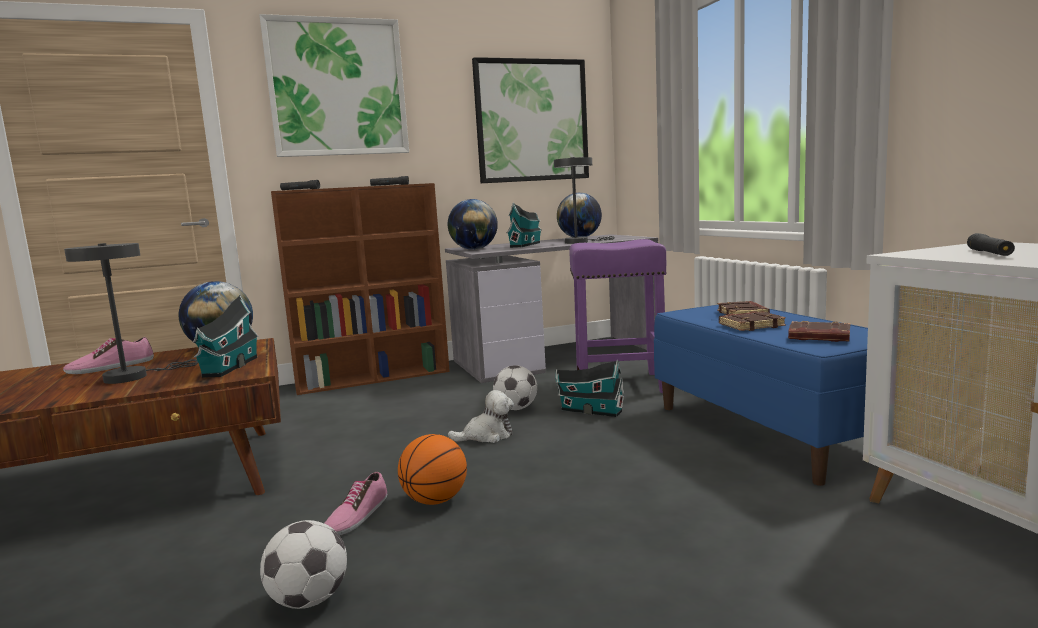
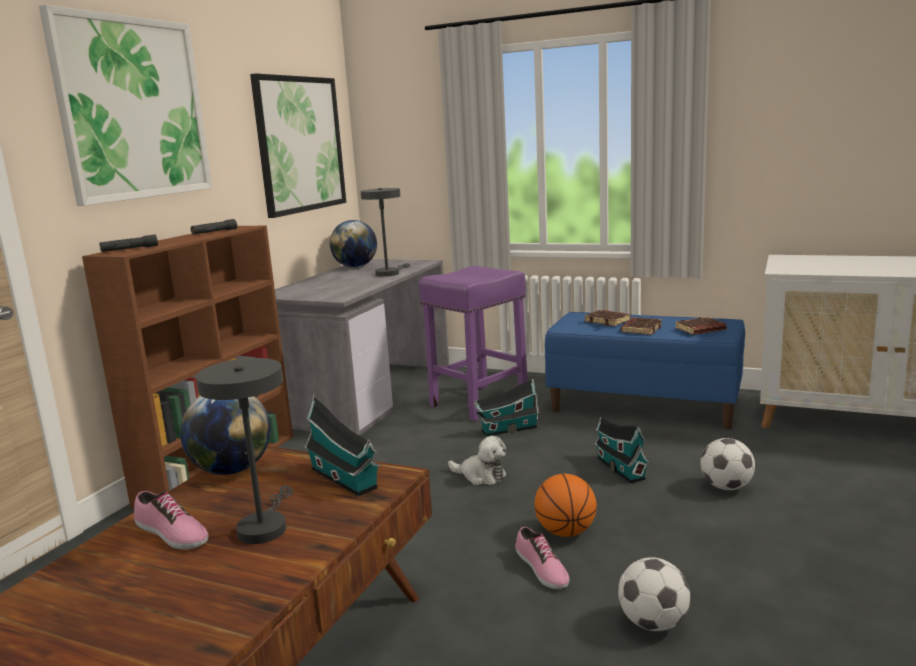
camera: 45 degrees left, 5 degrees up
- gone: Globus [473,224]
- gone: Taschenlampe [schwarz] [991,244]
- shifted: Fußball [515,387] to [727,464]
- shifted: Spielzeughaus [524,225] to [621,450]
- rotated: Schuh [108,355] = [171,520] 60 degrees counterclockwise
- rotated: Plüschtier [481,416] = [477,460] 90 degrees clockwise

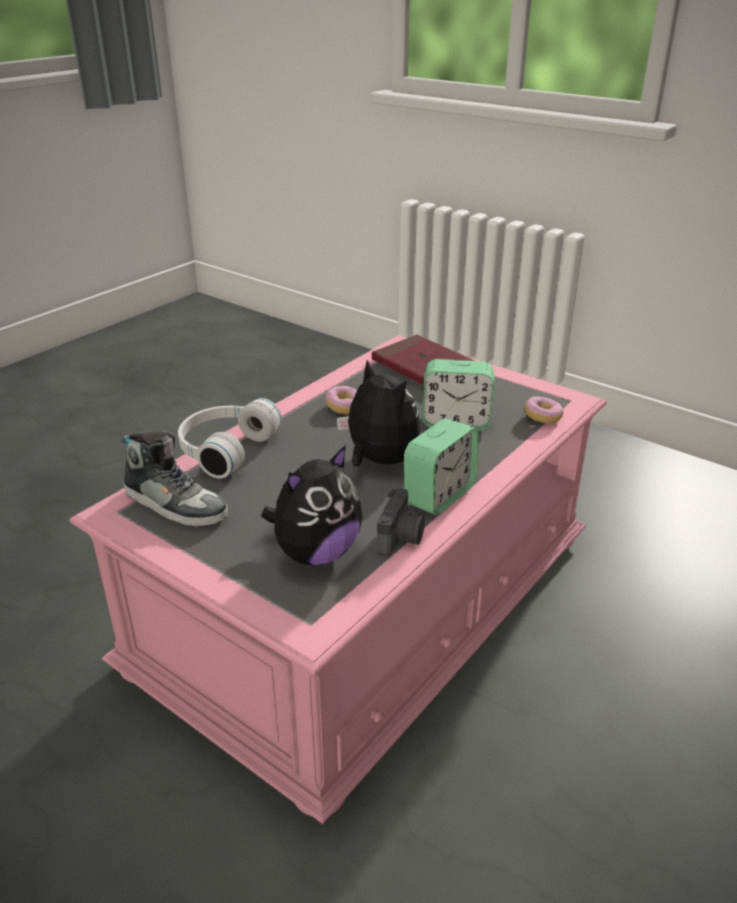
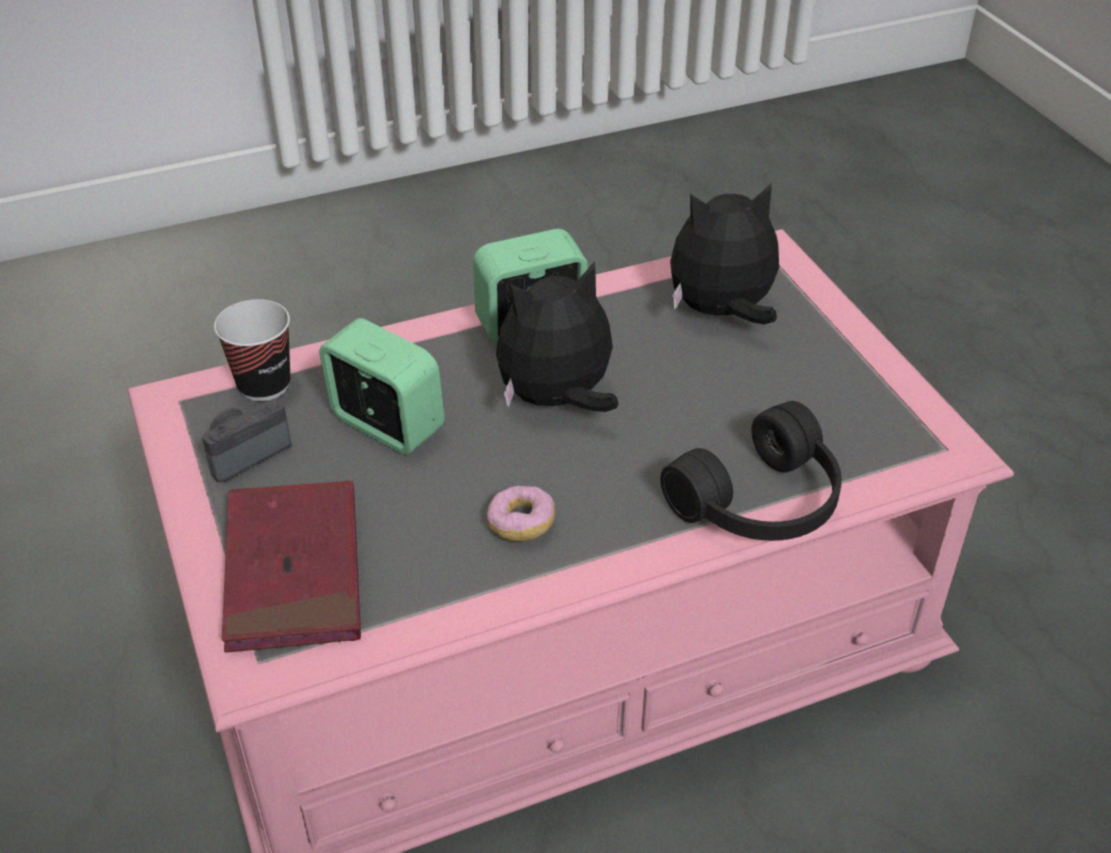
camera: 150 degrees left, 10 degrees up
- gone: Schuh [174,478]
- shifted: Kamera [401,522] to [246,440]
- swapped: Donut [544,410] to Tasse [252,350]
- repainted: Kopfhörer [weiß] [230,438] to Kopfhörer [schwarz] [751,471]
- rotated: Plüschtier [378,413] = [557,336] 75 degrees clockwise

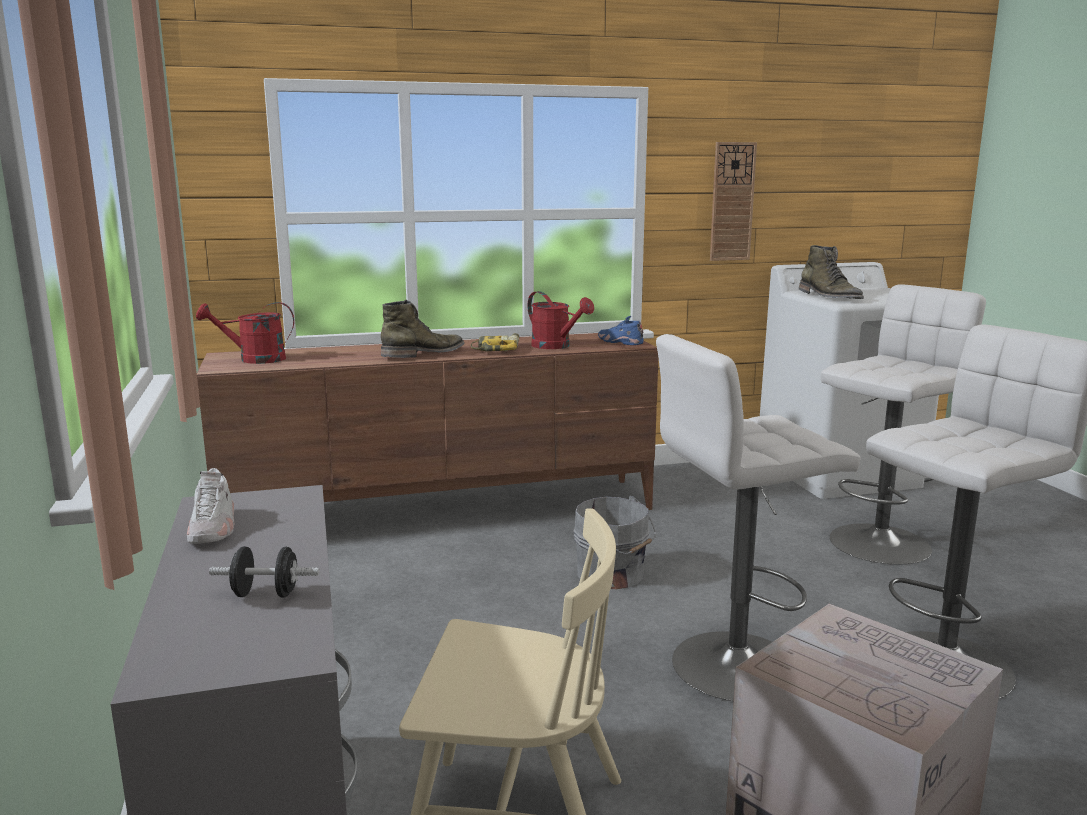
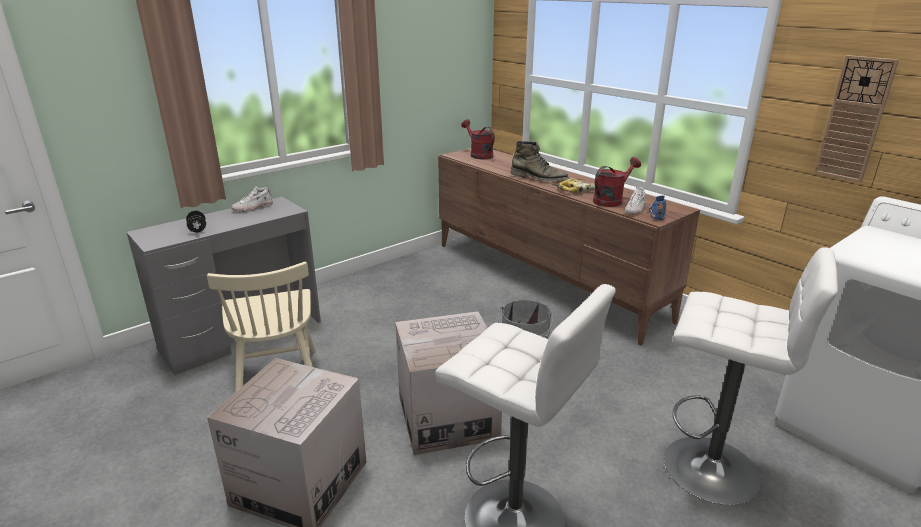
camera: 65 degrees right, 10 degrees up
- gone: Stiefel [grün] [831,272]
- new: Schuh [weiß] [635,200]
- swapped: Hocker [weiß] [758,517] to Karton [448,383]
- rotated: Gießkanne [rot] [560,320] = [617,182] 150 degrees counterclockwise

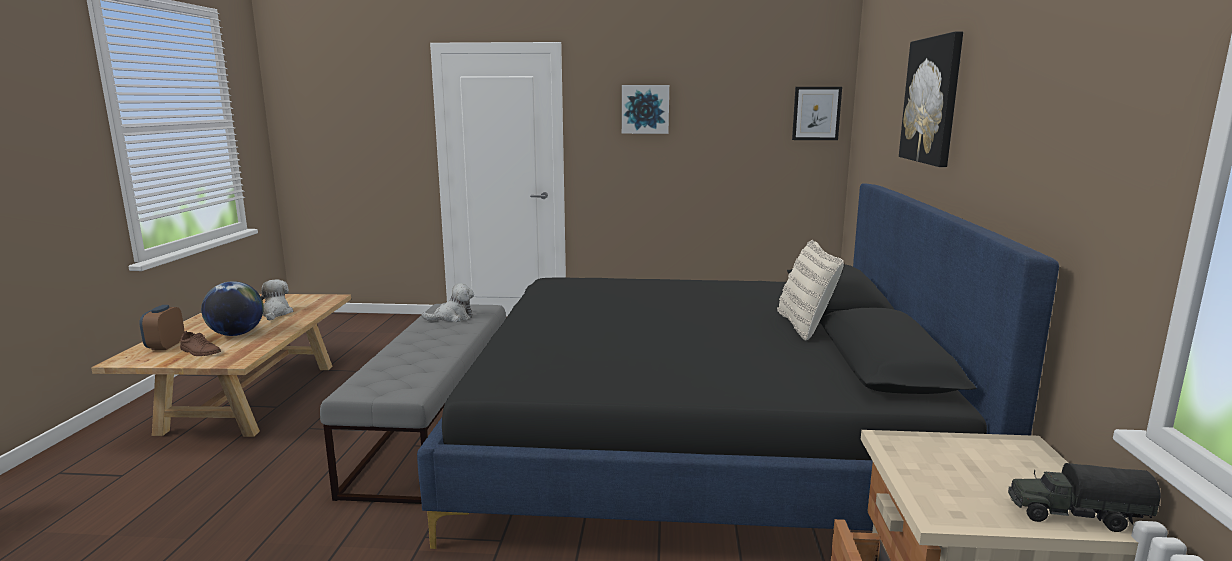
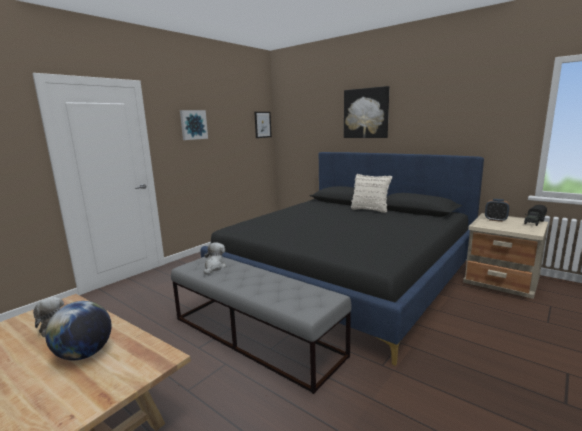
camera: 55 degrees left, 0 degrees up
- gone: Schuh [braun] [200,343]
- shifted: Wecker [162,327] to [497,210]

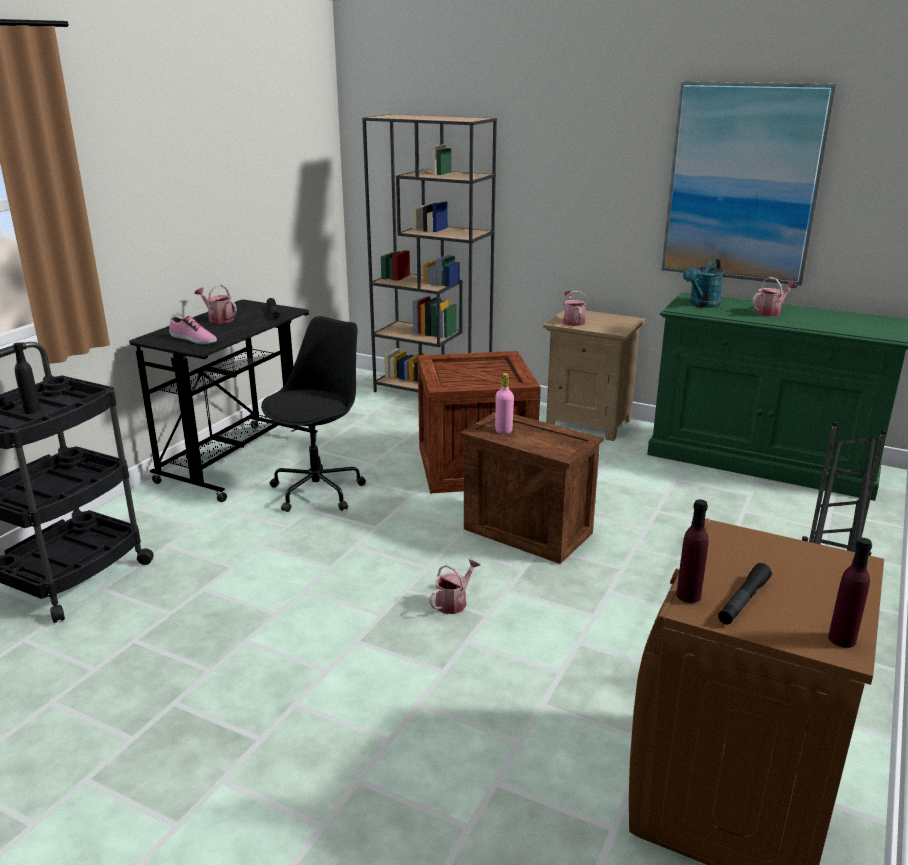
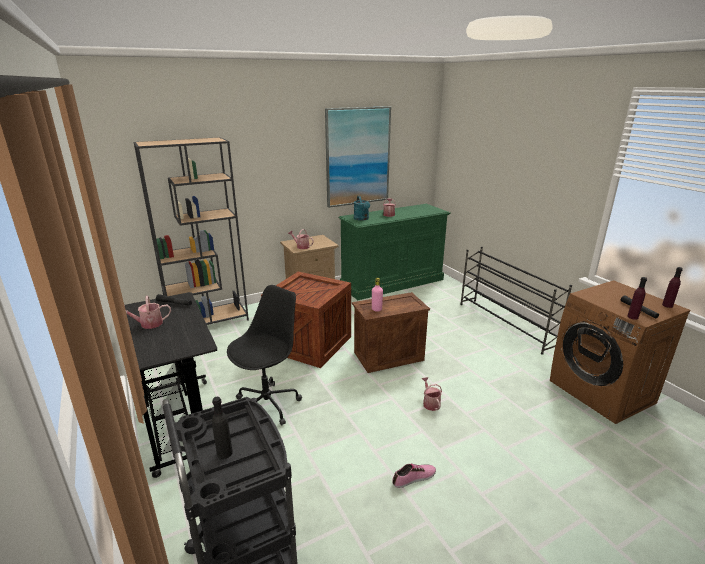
camera: 55 degrees left, 0 degrees up
- shifted: Schuh [193,330] to [414,476]
- rotated: Bürostuhl [schwarz] [313,414] = [264,355] 60 degrees clockwise

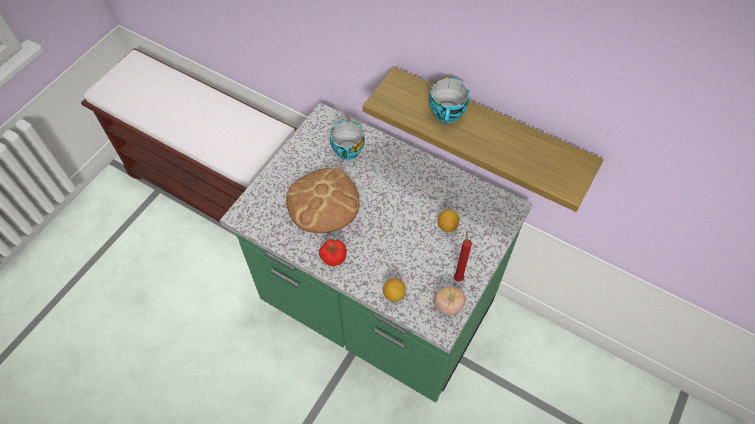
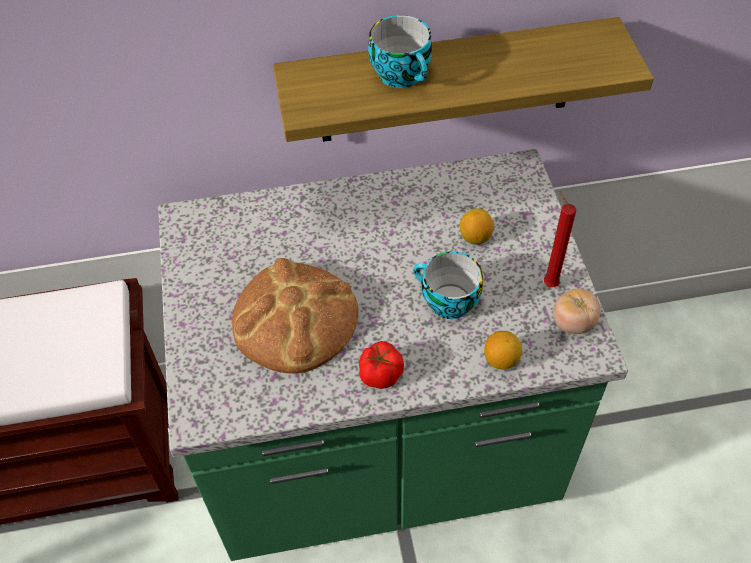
camera: 40 degrees left, 5 degrees down
- shifted: Tasse [347,140] to [448,285]

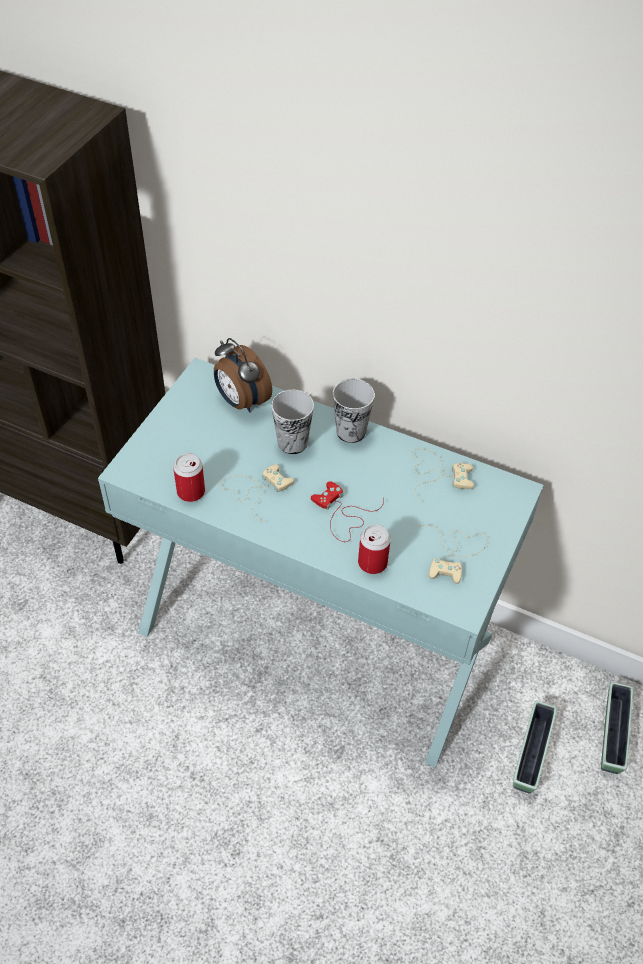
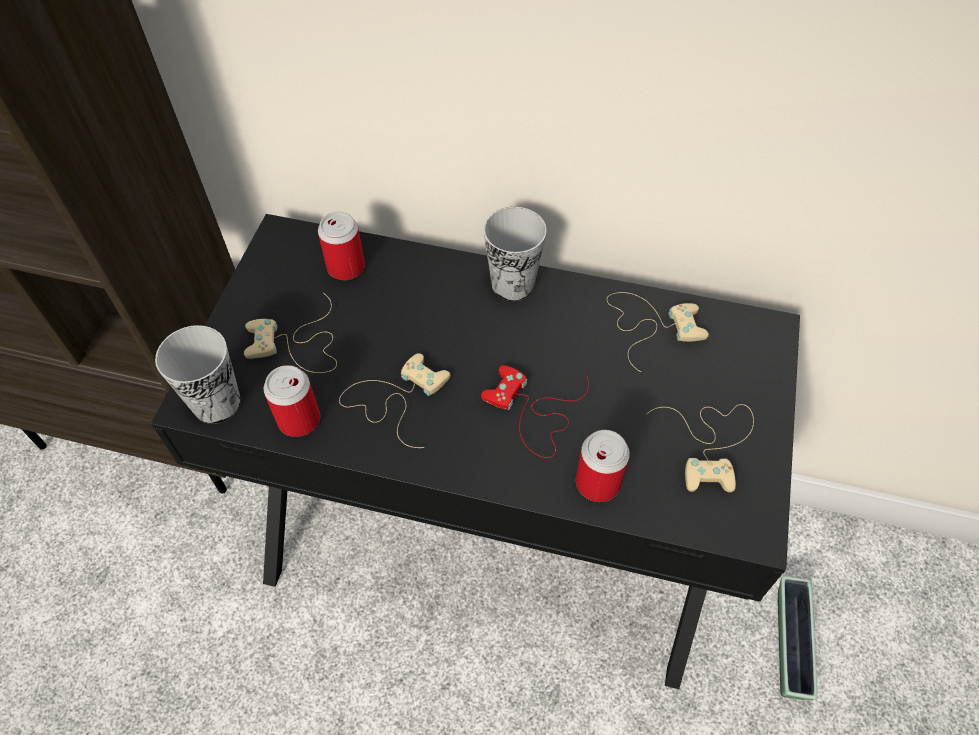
camera: 10 degrees left, 5 degrees up
- gone: Pflanzkübel [617,728]
- new: Gamepad [beige] [290,333]
- shifted: Tasse [292,422] to [198,374]
- swapped: Wecker [243,375] to Dose [341,246]
- repainted: Schreibtisch [türkis] [321,562] to Schreibtisch [schwarz] [475,451]

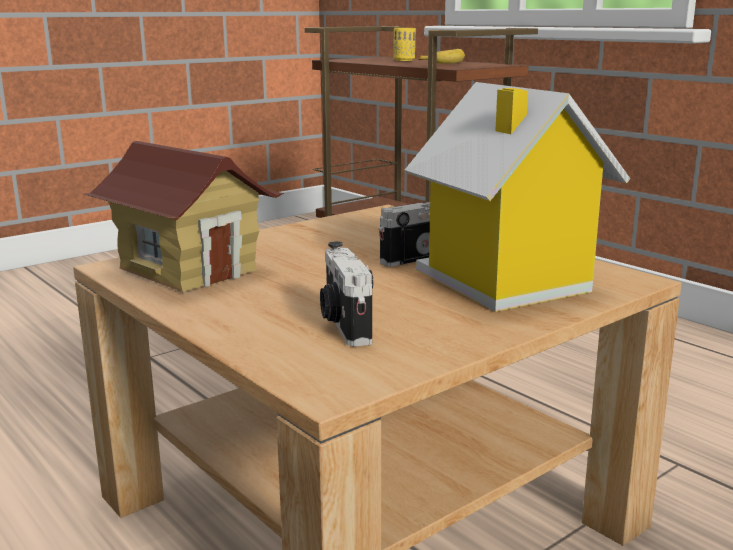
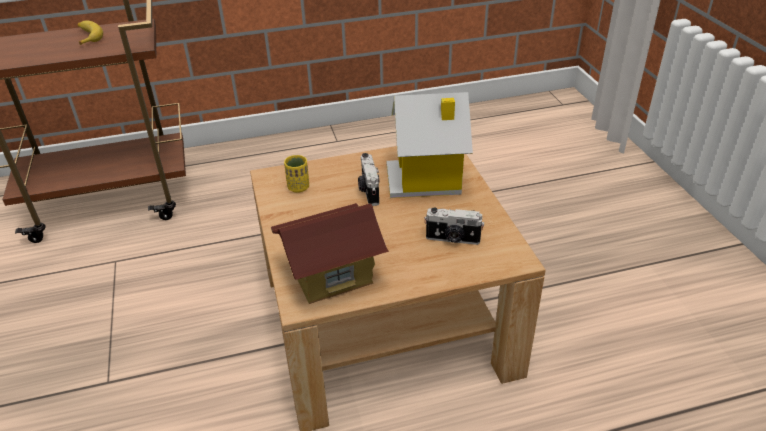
camera: 65 degrees left, 20 degrees up
- shifted: Tasse [gelb] [404,44] to [296,174]

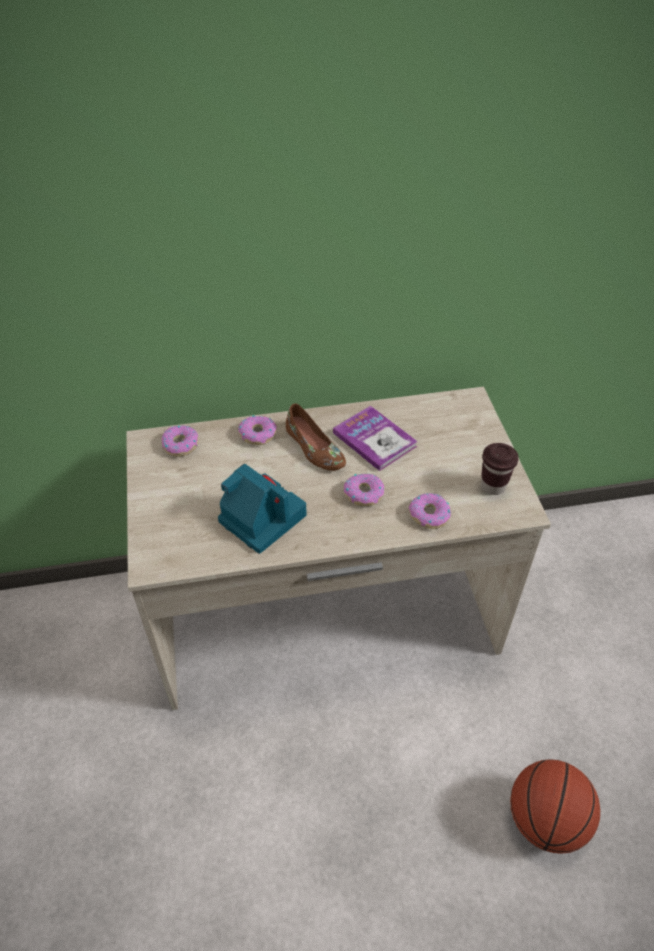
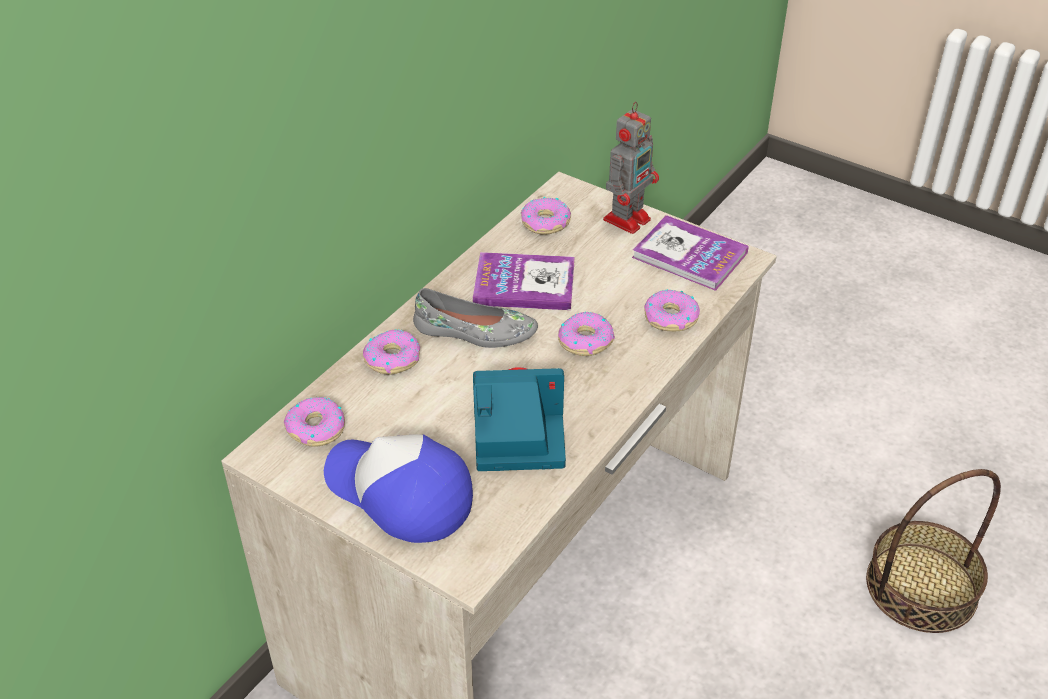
camera: 45 degrees left, 5 degrees down
- new: Kappe [398,488]
- new: Donut [546,216]
- new: Spielzeugroboter [631,168]
- swapped: Tasse [braun] [500,469] to Buch [690,253]
- swapped: Basketball [555,806] to Korb [933,551]
- repainted: Schuh [braun] [316,437] to Schuh [grau] [475,318]

